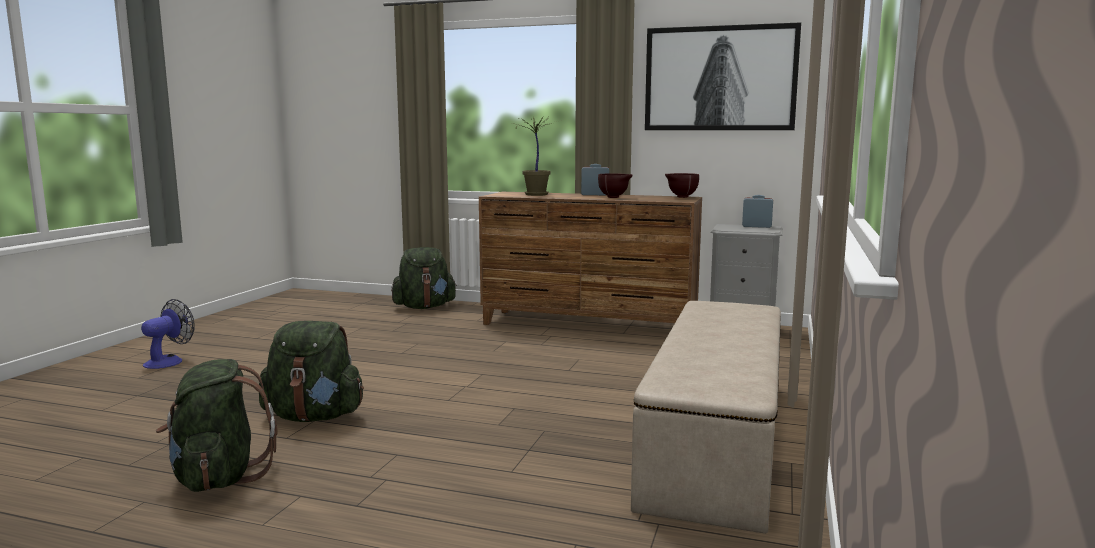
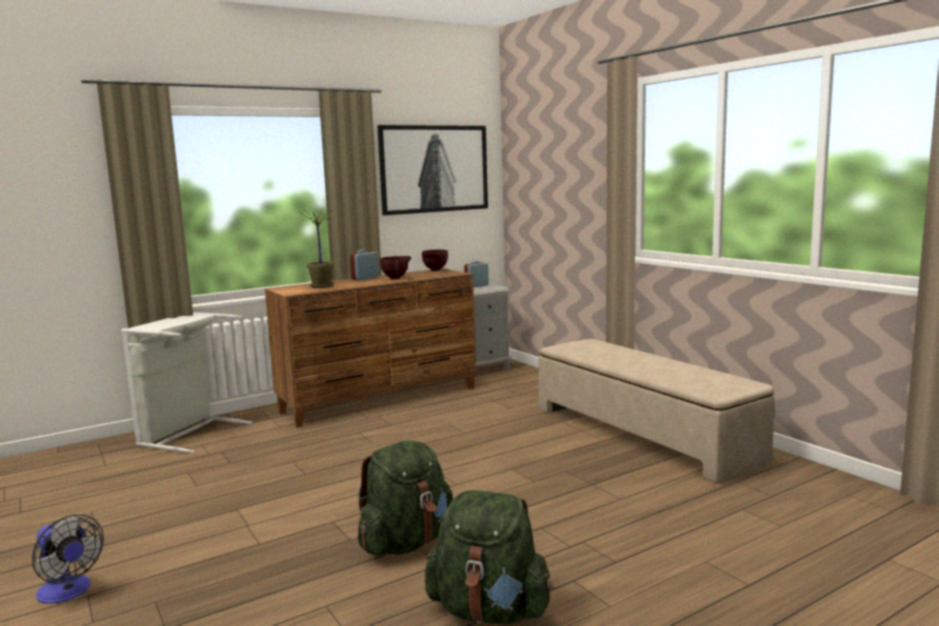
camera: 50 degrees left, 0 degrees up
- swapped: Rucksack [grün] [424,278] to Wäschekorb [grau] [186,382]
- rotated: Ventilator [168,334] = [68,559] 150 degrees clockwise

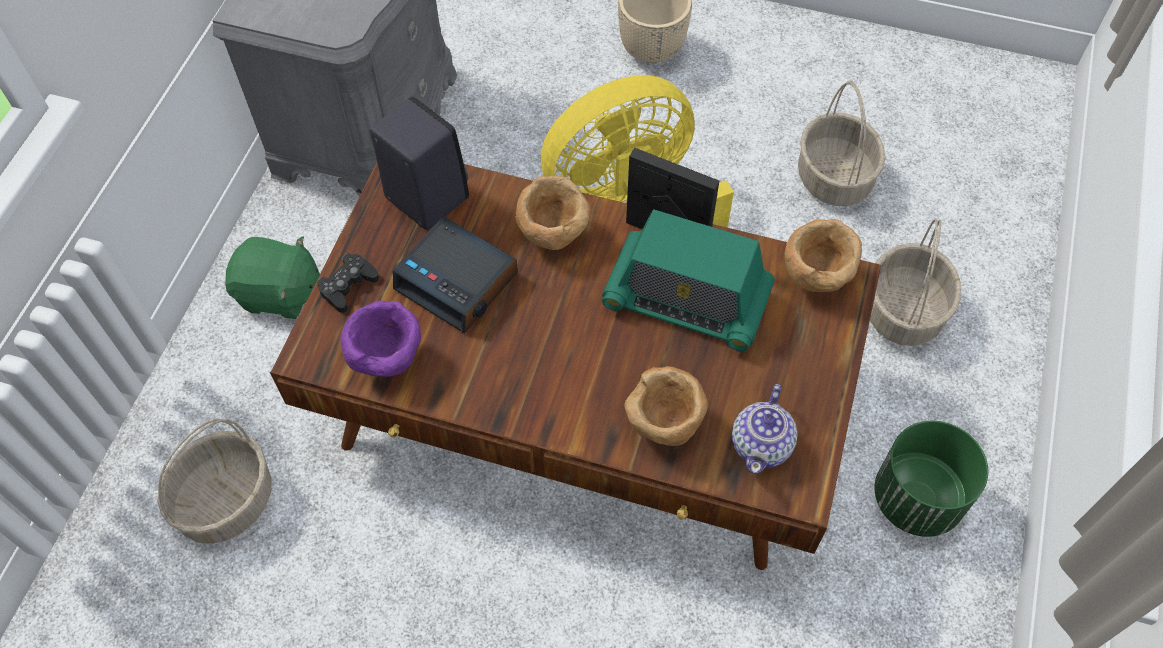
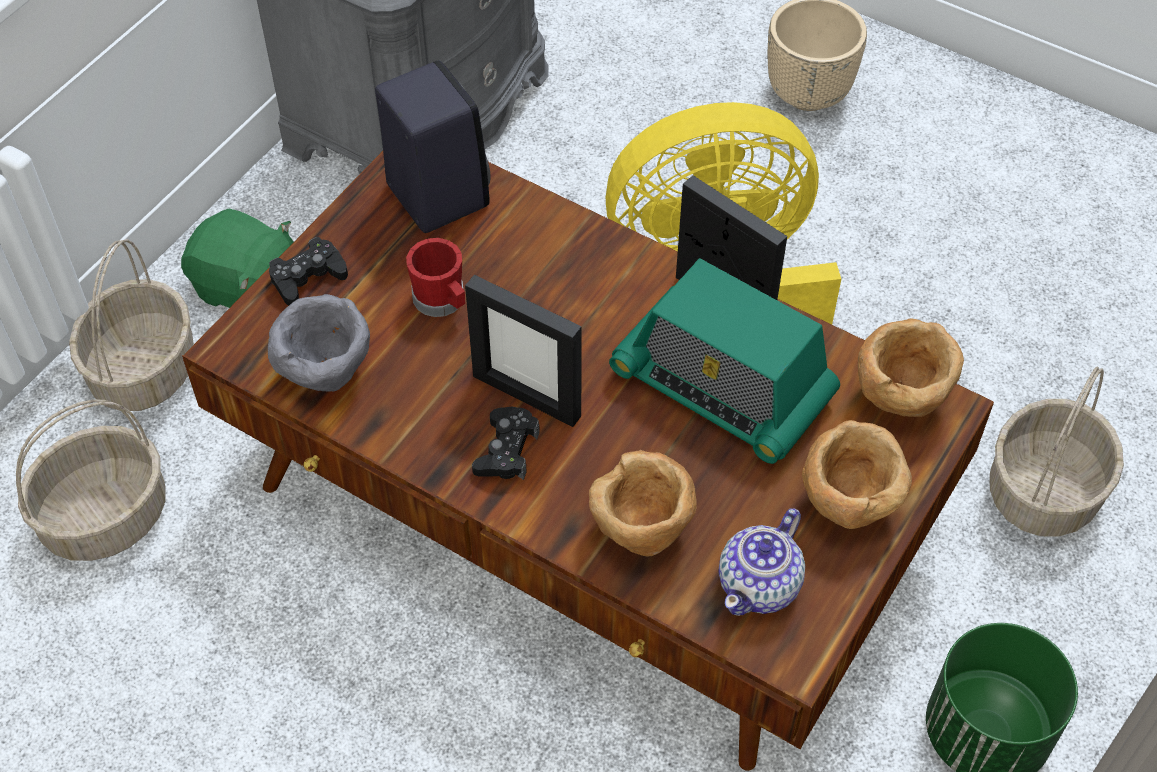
camera: 15 degrees right, 5 degrees down
- new: Bilderrahmen [523,351]
- new: Gamepad [schwarz] [506,443]
- shifted: Schüssel [braun] [553,212] to [857,474]
- shifted: Korb [842,144] to [131,325]
- swapped: Wecker [455,275] to Henkelbecher [rot] [435,277]
- repainted: Schüssel [lila] [381,339] to Schüssel [grau] [319,343]

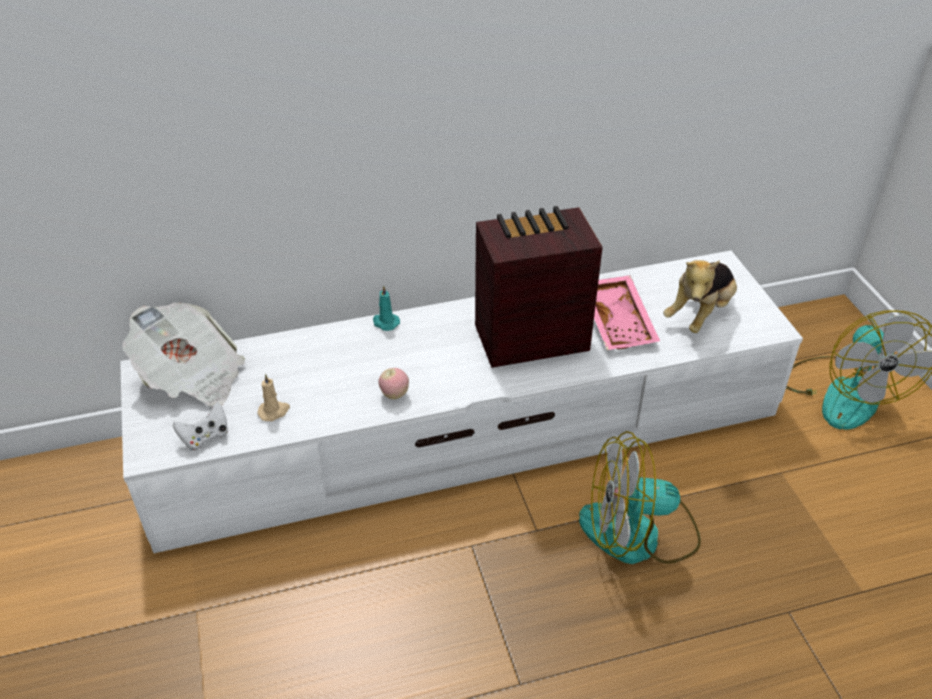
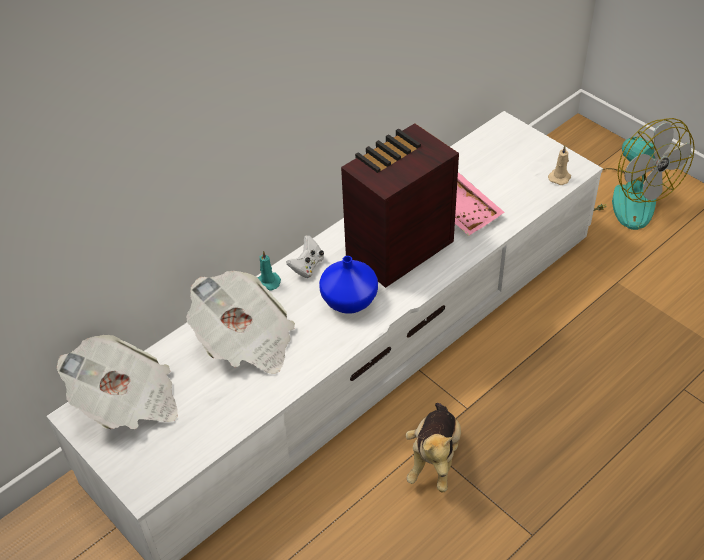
camera: 25 degrees left, 5 degrees up
- gone: Apfel [393,383]
- gone: Ventilator [640,497]
- new: Zeitung [240,322]
- new: Vase [blau] [348,285]
- shifted: Gamepad [weiß] [200,426] to [305,256]
- shifted: Kerze [beige] [273,397] to [559,165]
- shifted: Plüschtier [700,296] to [433,448]

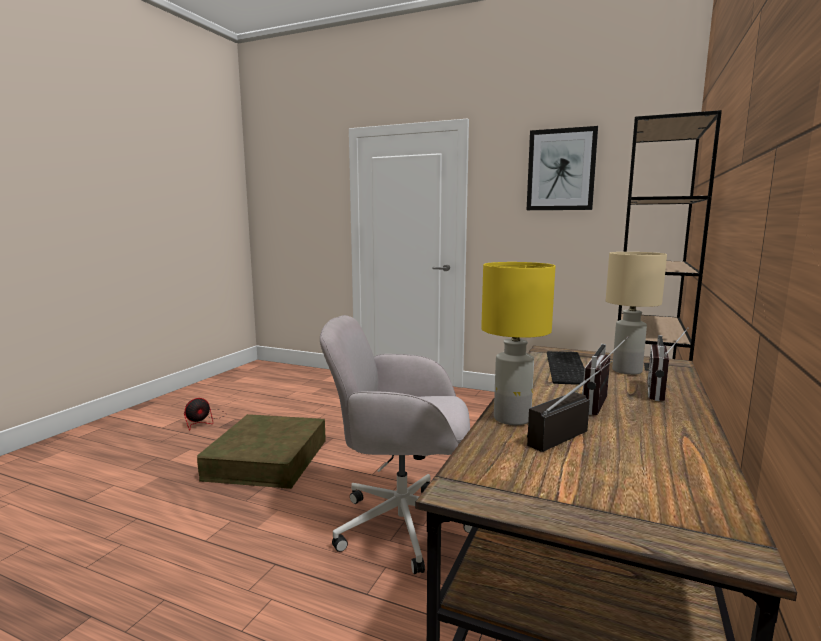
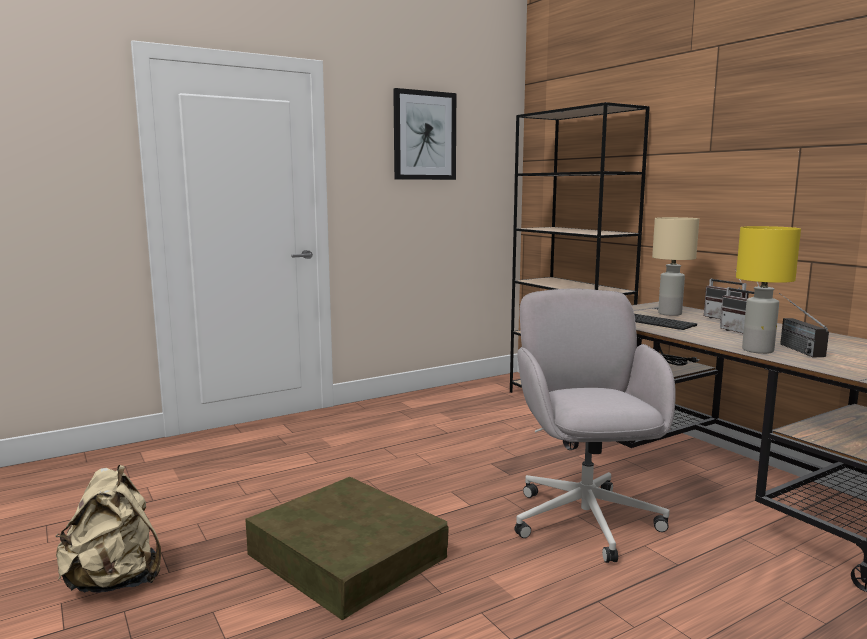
camera: 55 degrees left, 0 degrees up
- swapped: Ventilator [205,414] to Rucksack [beige] [108,529]
- rotated: Bürostuhl [grau] [396,444] = [595,425] 135 degrees clockwise

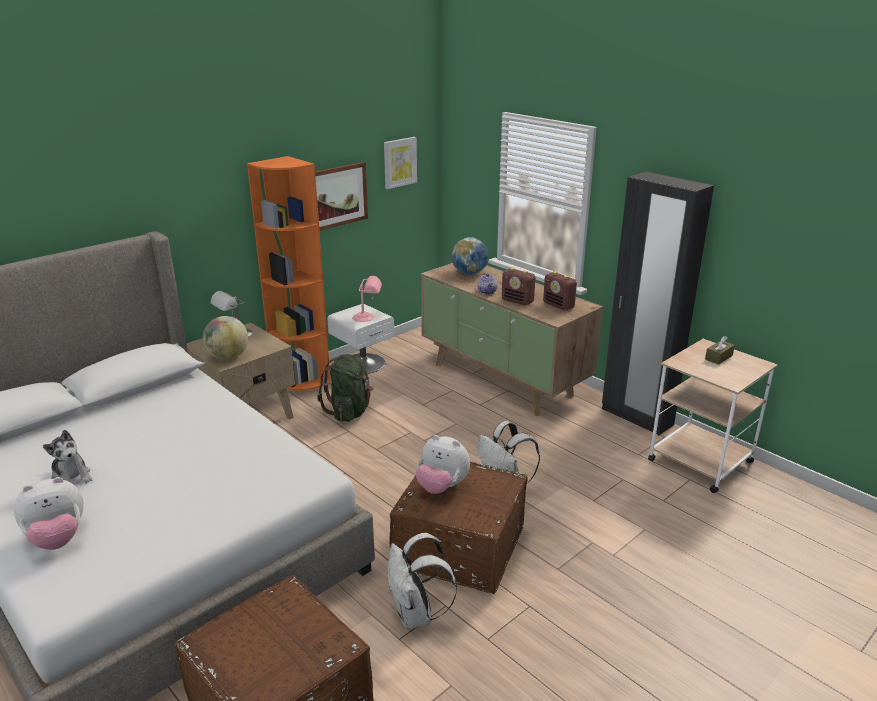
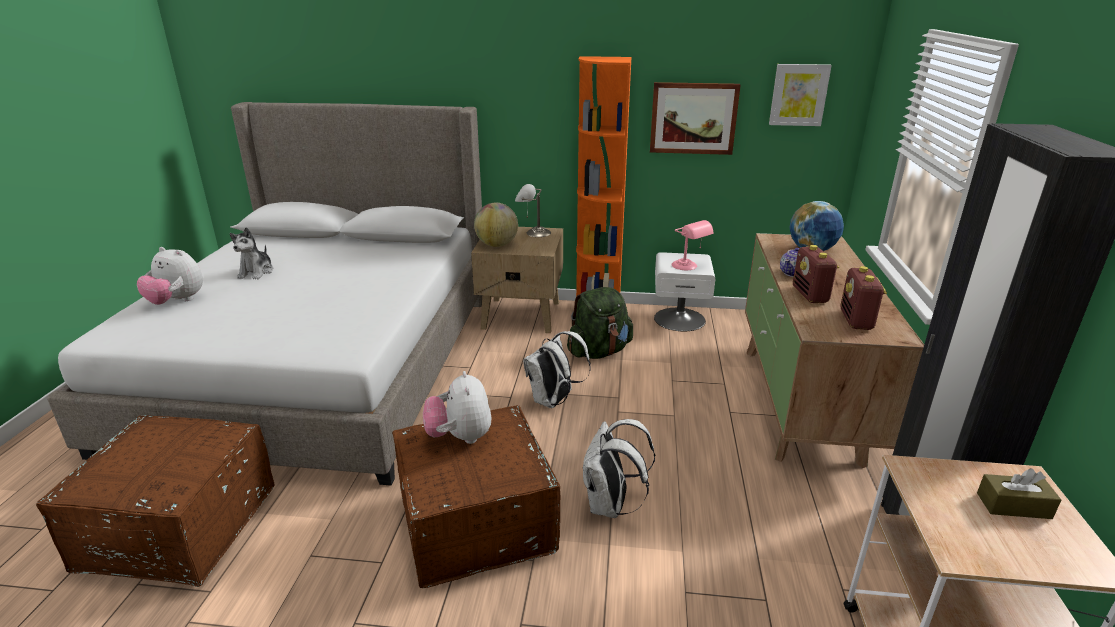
camera: 50 degrees right, 0 degrees up
- shifted: Rucksack [weiß] [422,581] to [557,369]

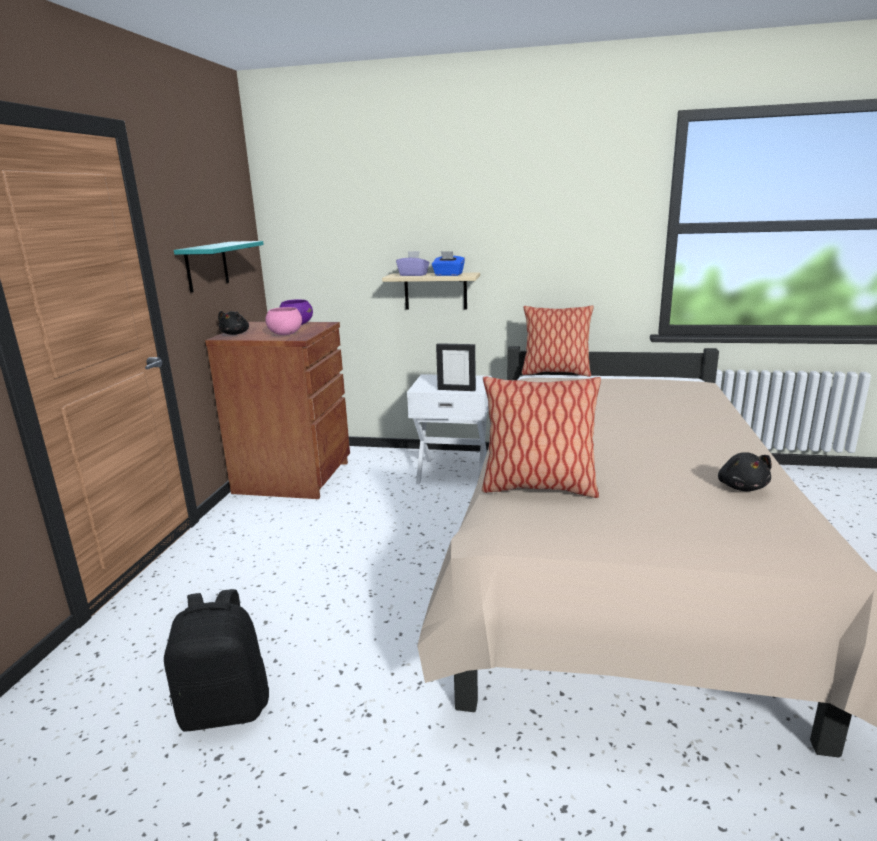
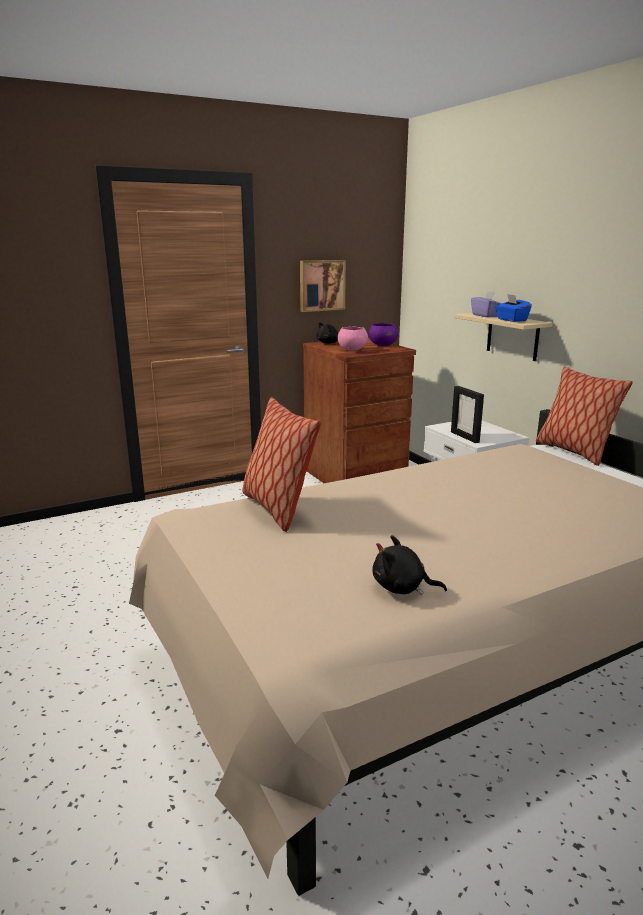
camera: 50 degrees right, 0 degrees up
- gone: Rucksack [schwarz] [216,660]
- swapped: Wandregal [türkis] [219,267] to Bild [323,286]
- rotated: Plüschtier [schwarz] [745,471] = [409,565] 60 degrees clockwise

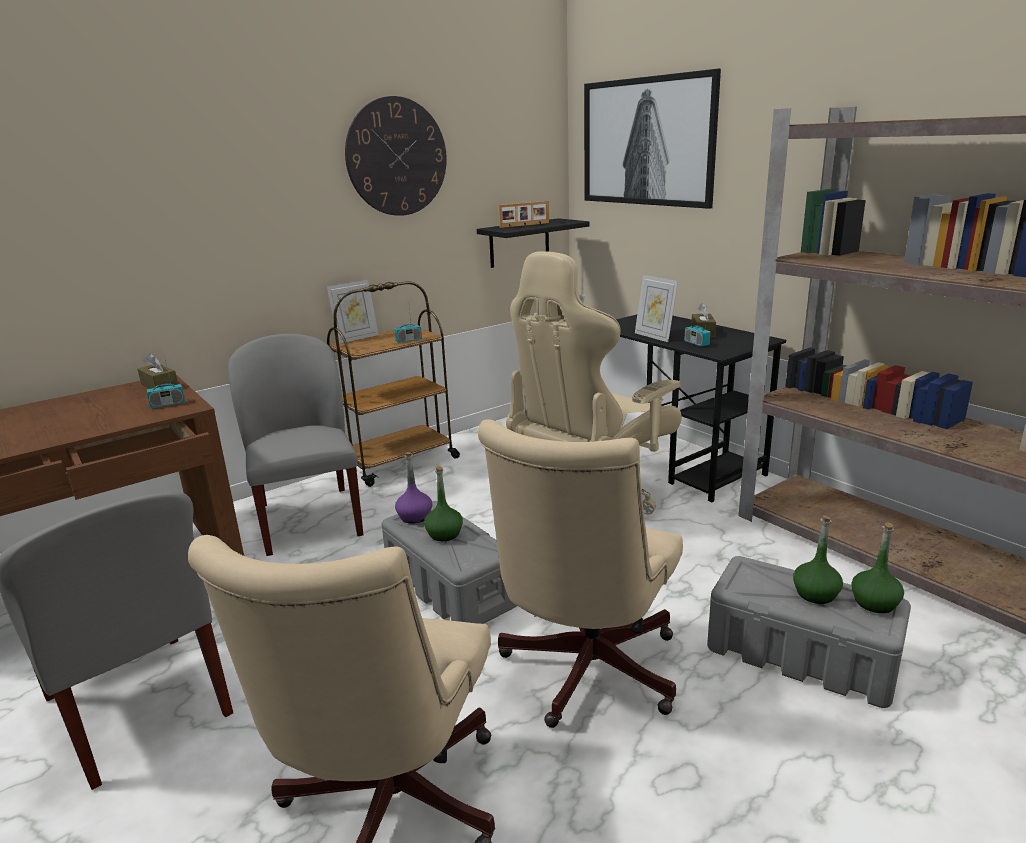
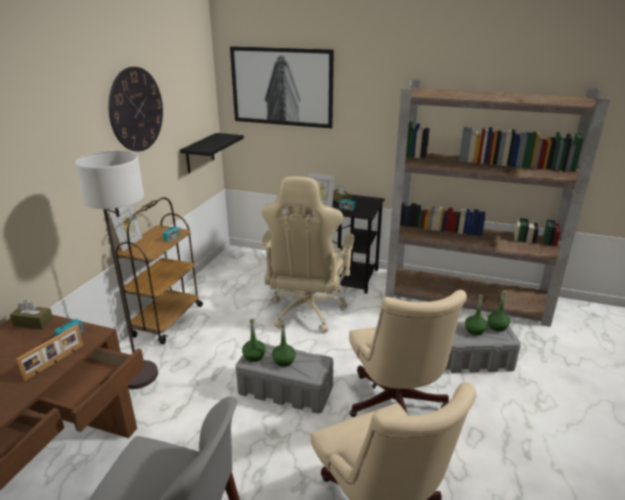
camera: 35 degrees left, 5 degrees up
- shifted: Bilderrahmen [524,214] to [50,353]
- swapped: Stuhl [grau] [295,445] to Stehlampe [weiß] [116,270]
- repainted: Flasche [lila] [413,488] to Flasche [grün] [254,340]

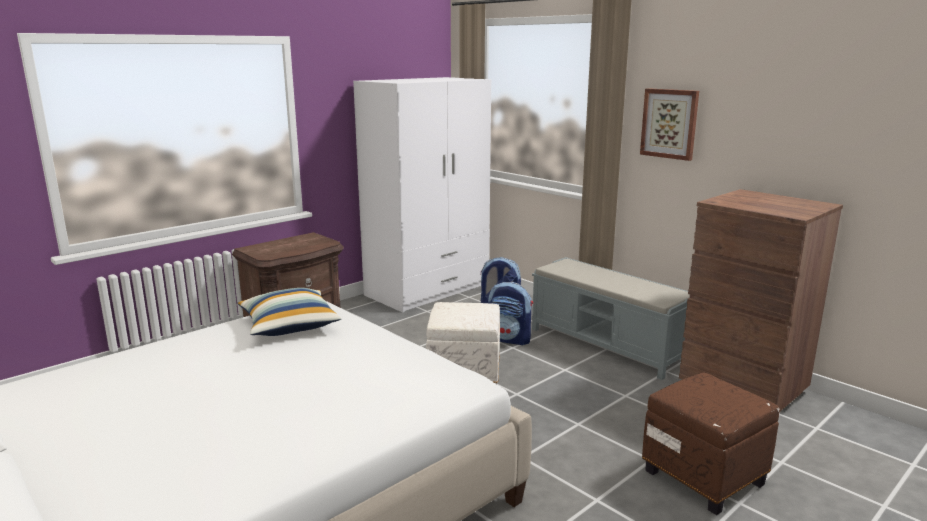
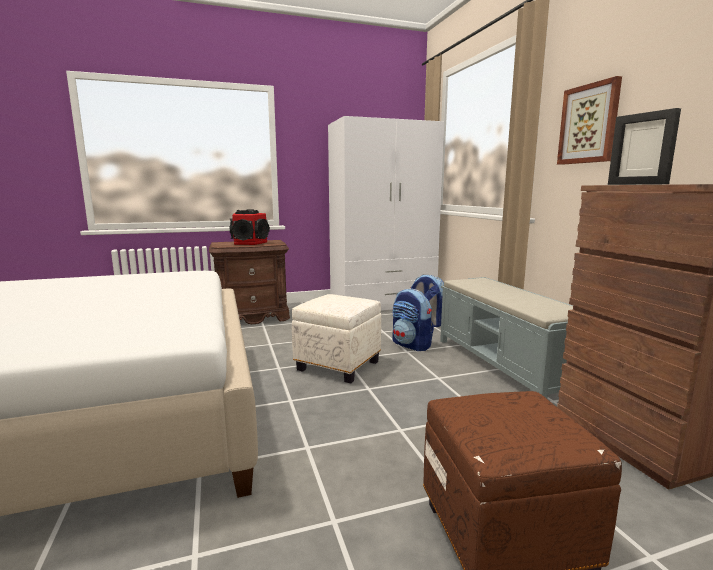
camera: 25 degrees right, 5 degrees down
- gone: Kissen [289,312]
- new: Lautsprecher [249,227]
- new: Bilderrahmen [644,146]

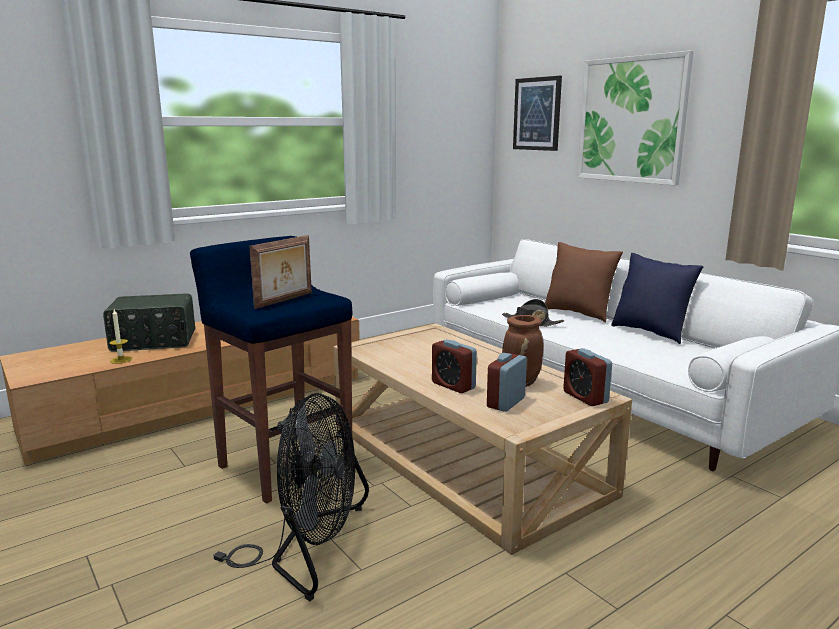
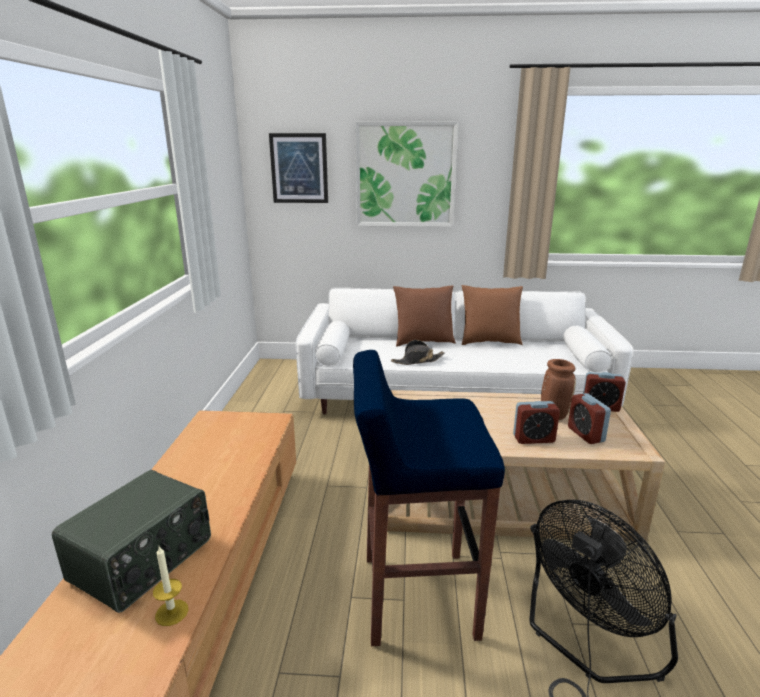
camera: 50 degrees left, 5 degrees up
- gone: Bilderrahmen [281,272]
- repainted: Kissen [blau] [657,298] to Kissen [braun] [492,315]

